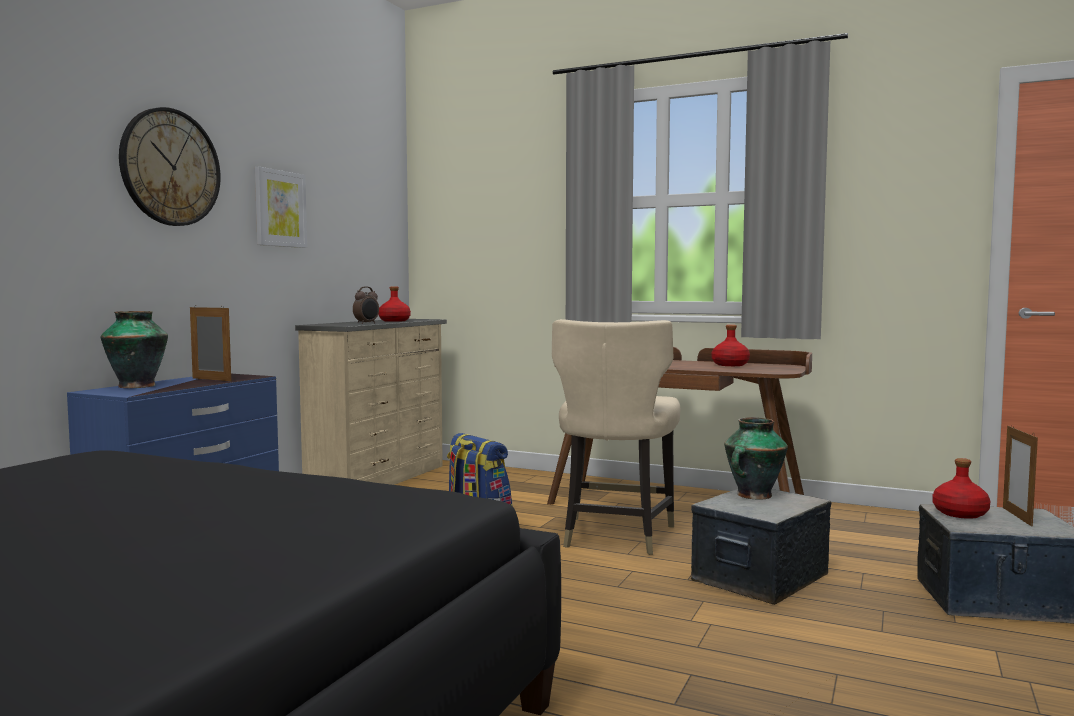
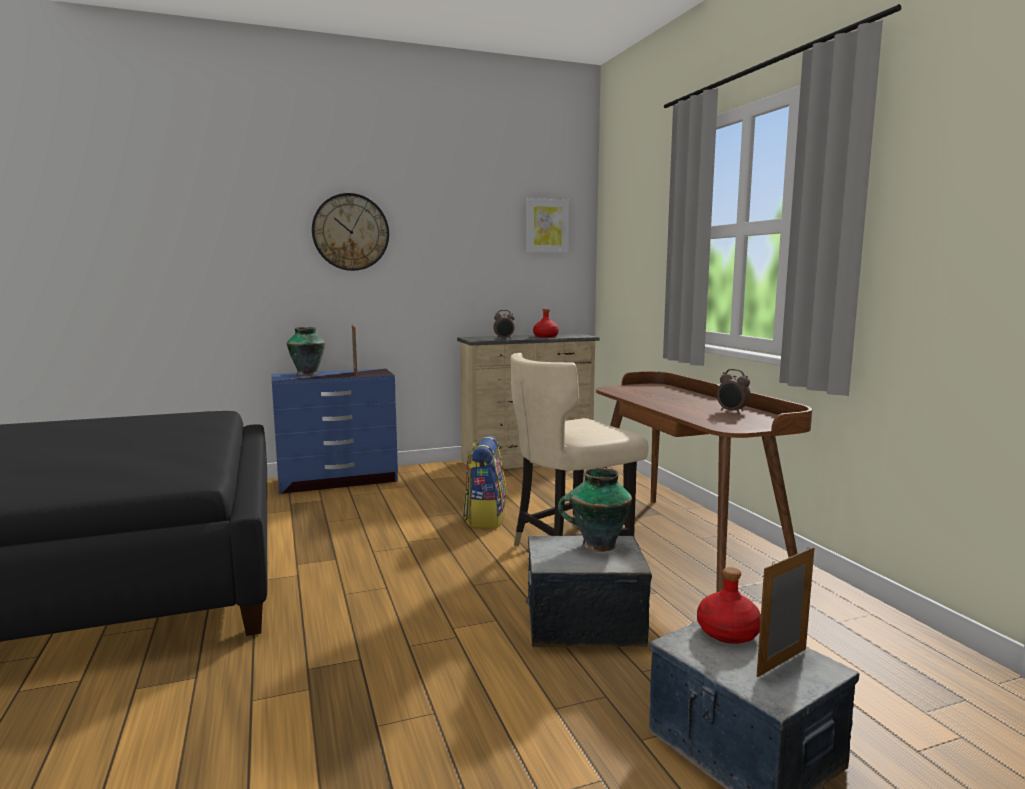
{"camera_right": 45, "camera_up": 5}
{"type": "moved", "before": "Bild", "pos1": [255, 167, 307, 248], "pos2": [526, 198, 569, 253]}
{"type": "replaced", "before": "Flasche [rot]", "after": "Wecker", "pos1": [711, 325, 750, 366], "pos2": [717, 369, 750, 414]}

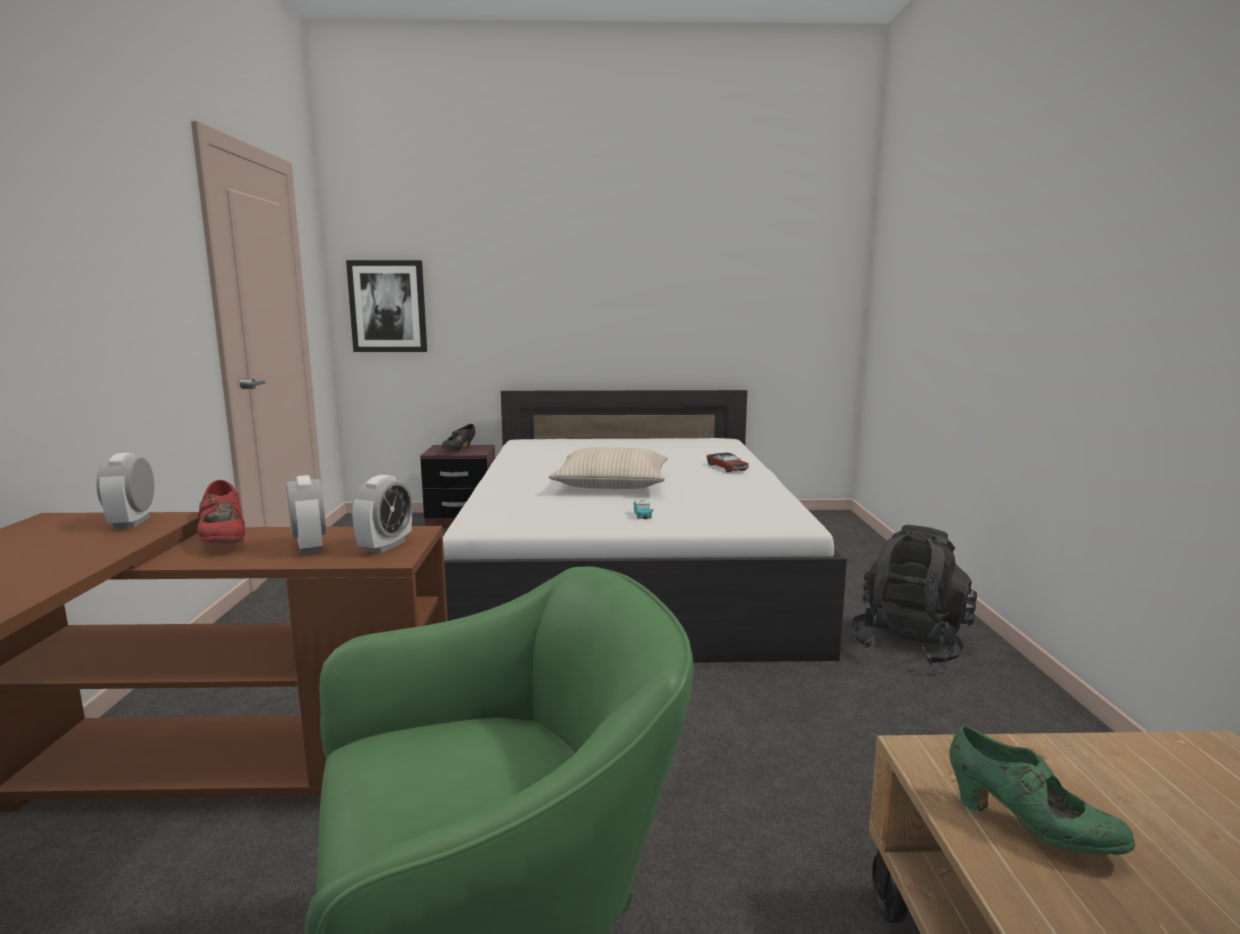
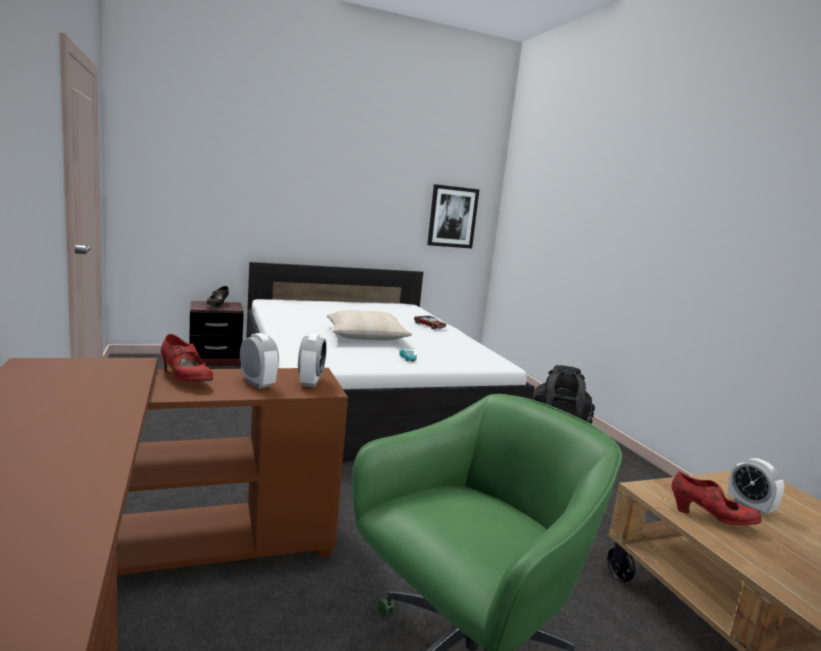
{"camera_right": -20, "camera_up": 0}
{"type": "moved", "before": "Wecker", "pos1": [96, 453, 154, 529], "pos2": [728, 458, 784, 515]}
{"type": "moved", "before": "Bild", "pos1": [346, 260, 427, 352], "pos2": [427, 184, 479, 248]}
{"type": "recoloured", "before": "Schuh [grün]", "after": "Schuh [rot]", "pos1": [949, 725, 1135, 855], "pos2": [671, 471, 762, 525]}

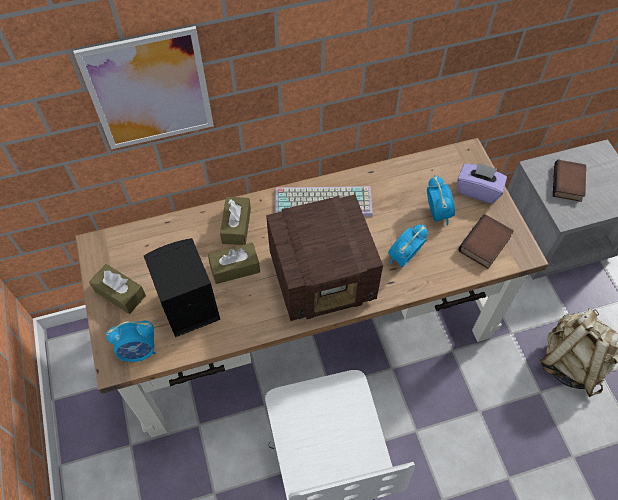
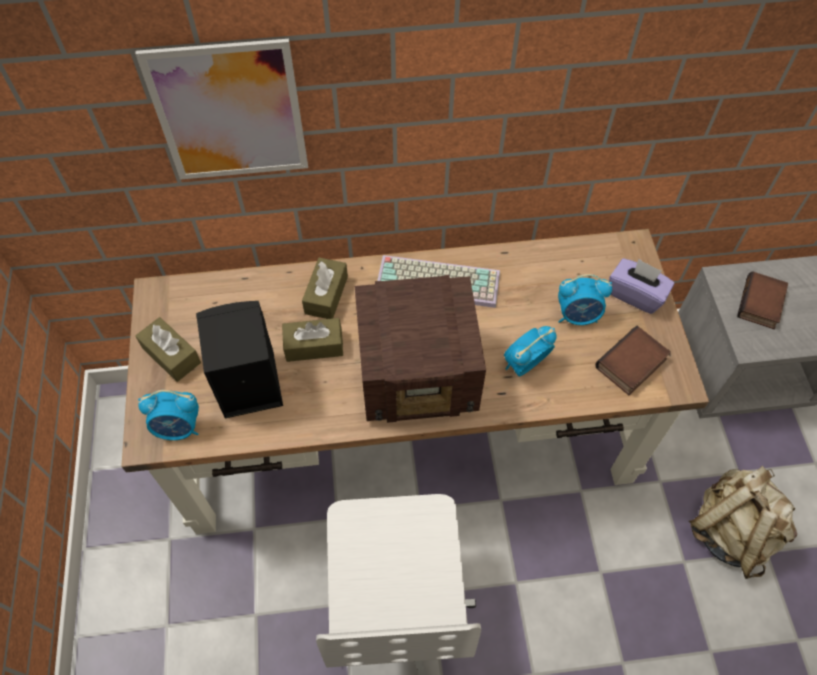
{"camera_right": 10, "camera_up": 0}
{"type": "turned", "before": "Wecker", "pos1": [427, 175, 455, 226], "pos2": [558, 274, 612, 325], "turn": 90}

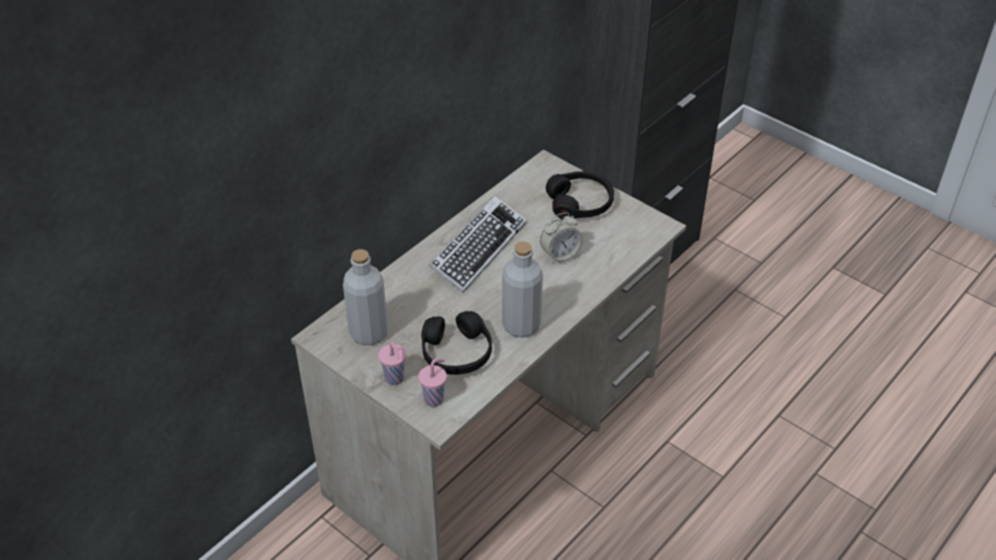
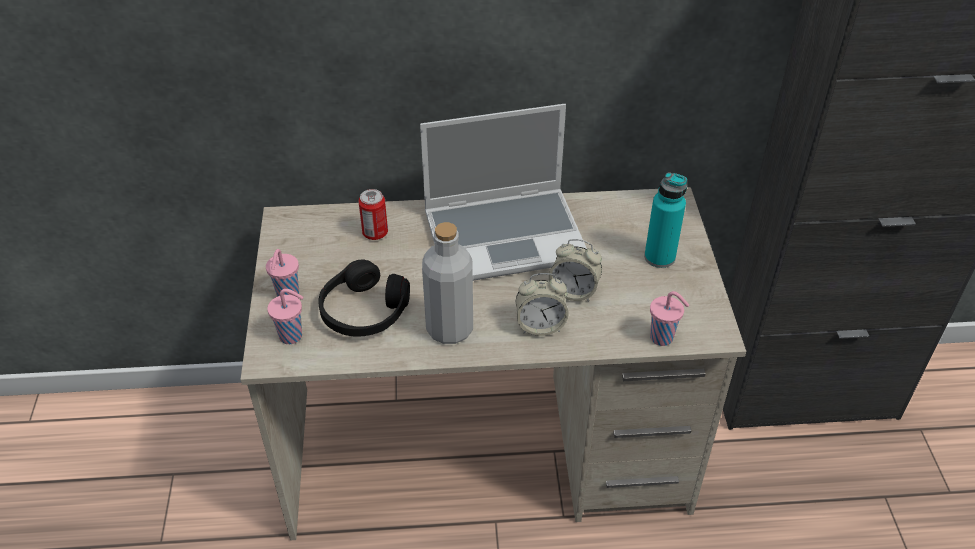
{"camera_right": 45, "camera_up": 0}
{"type": "removed", "before": "Flasche [grau]", "pos1": [343, 249, 388, 345]}
{"type": "added", "after": "Dose", "pos2": [358, 189, 388, 240]}
{"type": "added", "after": "Wecker", "pos2": [516, 273, 569, 336]}
{"type": "added", "after": "Tasse [rosa]", "pos2": [650, 291, 689, 346]}
{"type": "replaced", "before": "Tastatur", "after": "Laptop", "pos1": [429, 195, 527, 293], "pos2": [420, 104, 587, 281]}
{"type": "replaced", "before": "Kopfhörer [schwarz]", "after": "Flasche [türkis]", "pos1": [546, 171, 614, 219], "pos2": [644, 172, 687, 268]}

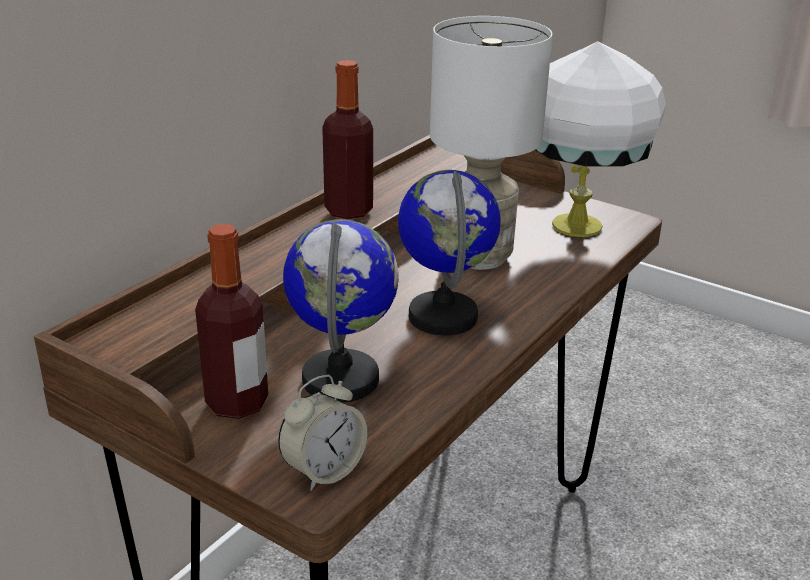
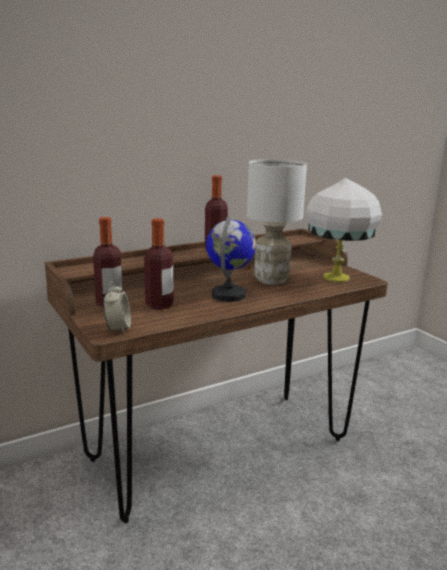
{"camera_right": 25, "camera_up": -10}
{"type": "replaced", "before": "Globus", "after": "Flasche", "pos1": [283, 219, 399, 403], "pos2": [144, 218, 173, 310]}
{"type": "turned", "before": "Wecker", "pos1": [278, 375, 367, 491], "pos2": [103, 282, 131, 334], "turn": -75}

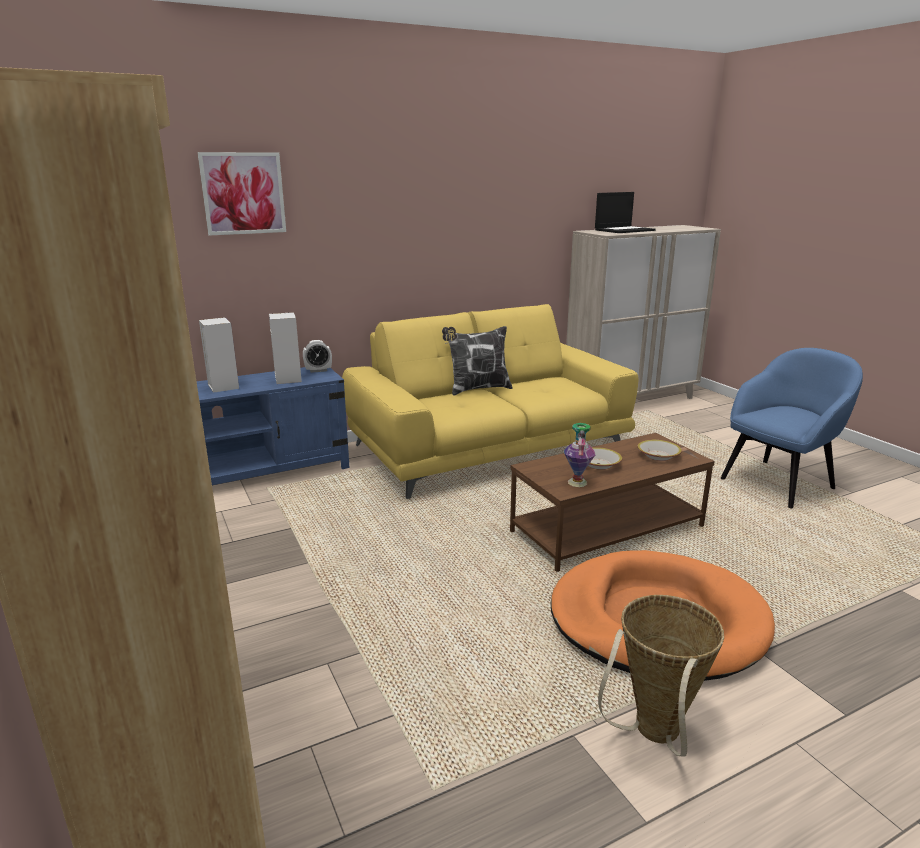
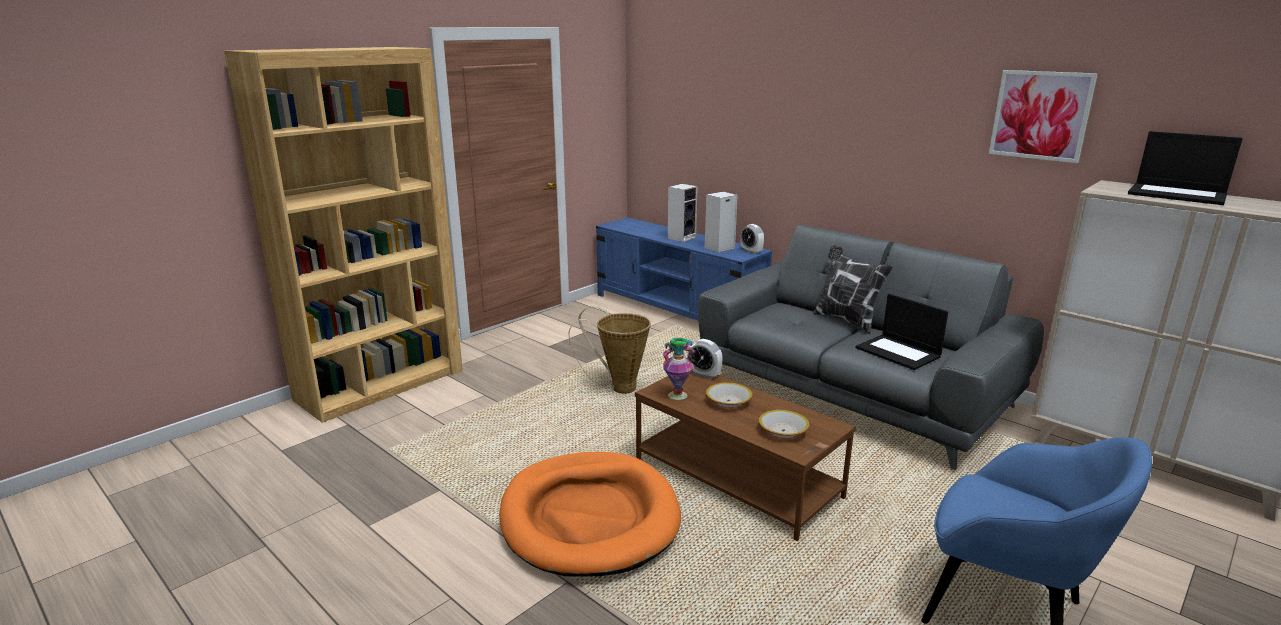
{"camera_right": 70, "camera_up": 0}
{"type": "added", "after": "Wecker", "pos2": [687, 339, 723, 379]}
{"type": "added", "after": "Laptop", "pos2": [855, 293, 949, 370]}
{"type": "moved", "before": "Bild", "pos1": [197, 152, 286, 236], "pos2": [989, 70, 1098, 163]}
{"type": "moved", "before": "Korb", "pos1": [598, 595, 724, 757], "pos2": [569, 306, 651, 394]}
{"type": "recoloured", "before": "Sofa [gelb]", "after": "Sofa [grau]", "pos1": [342, 304, 639, 499], "pos2": [698, 224, 1044, 470]}

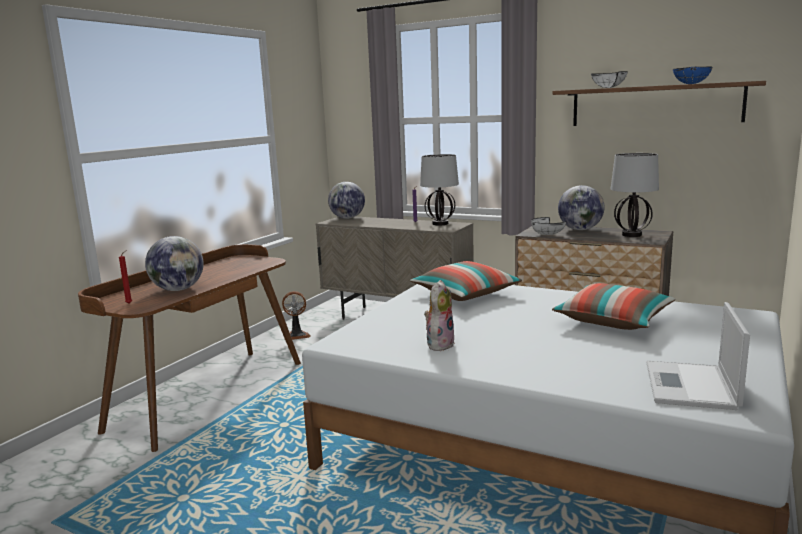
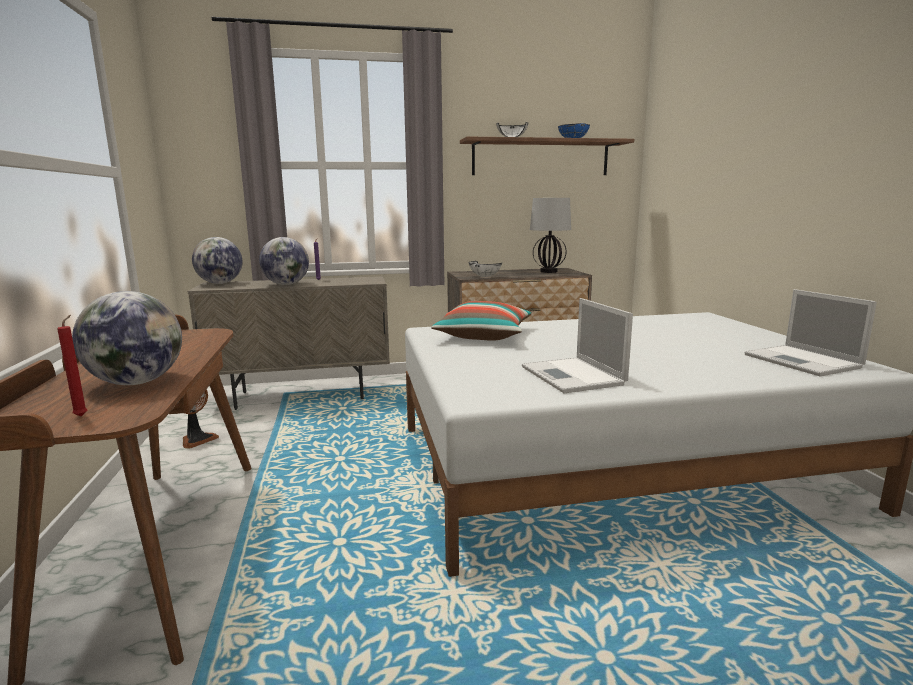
{"camera_right": -40, "camera_up": 0}
{"type": "removed", "before": "Tischlampe", "pos1": [420, 154, 459, 225]}
{"type": "removed", "before": "Kissen", "pos1": [552, 283, 676, 330]}
{"type": "moved", "before": "Globus", "pos1": [558, 185, 605, 230], "pos2": [259, 237, 309, 285]}
{"type": "replaced", "before": "Plüschtier", "after": "Laptop", "pos1": [424, 280, 455, 351], "pos2": [522, 298, 633, 393]}

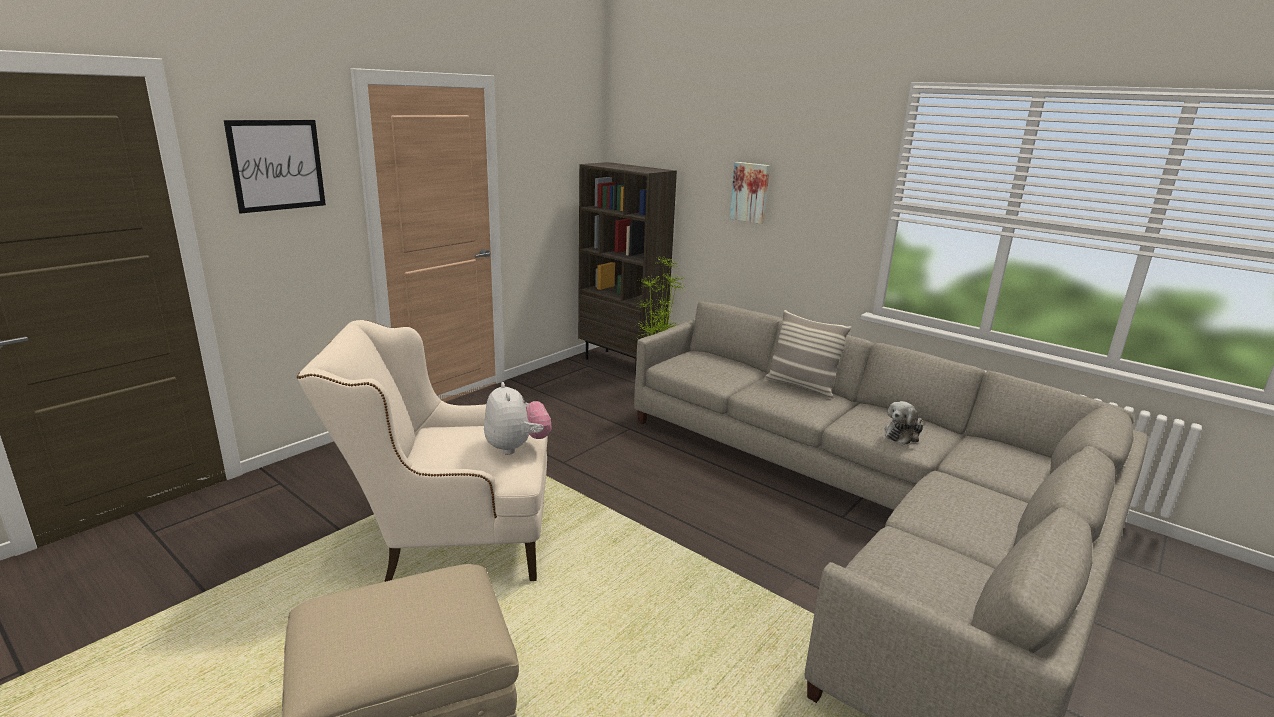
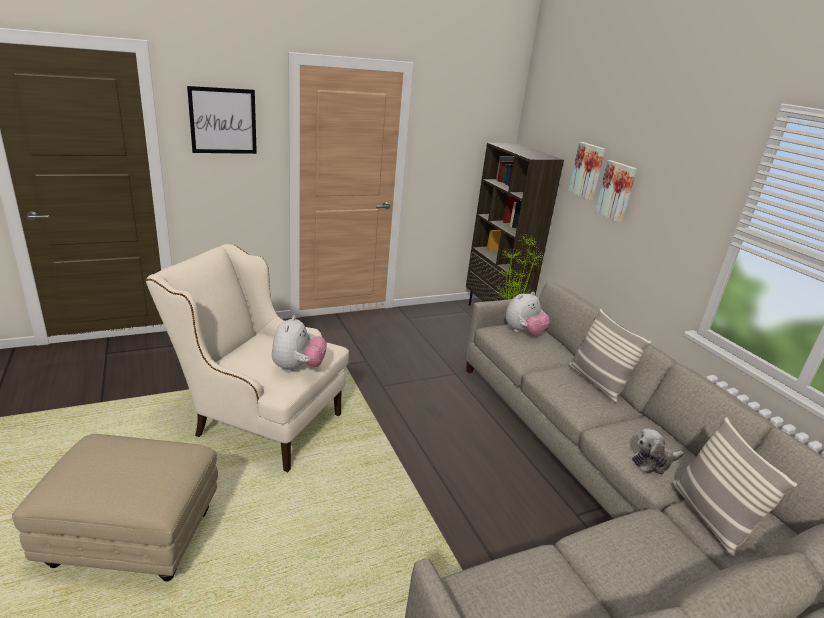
{"camera_right": 25, "camera_up": 5}
{"type": "added", "after": "Plüschtier", "pos2": [505, 292, 550, 336]}
{"type": "added", "after": "Bild", "pos2": [569, 142, 605, 200]}
{"type": "added", "after": "Kissen", "pos2": [671, 417, 798, 557]}

